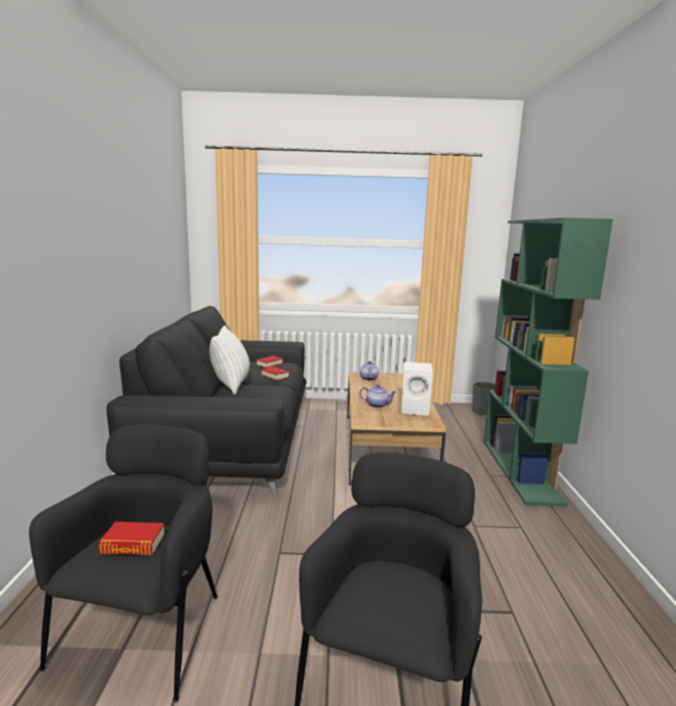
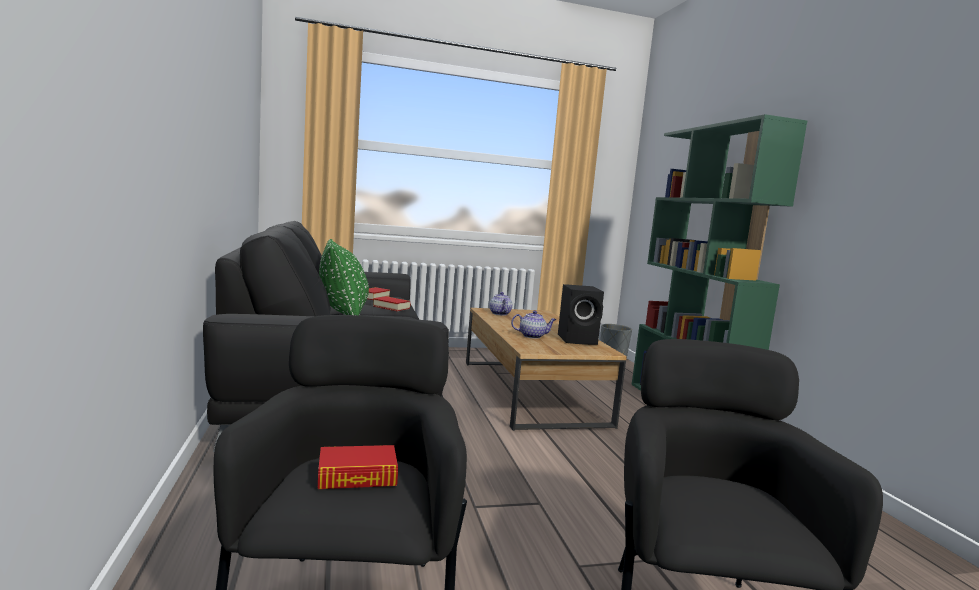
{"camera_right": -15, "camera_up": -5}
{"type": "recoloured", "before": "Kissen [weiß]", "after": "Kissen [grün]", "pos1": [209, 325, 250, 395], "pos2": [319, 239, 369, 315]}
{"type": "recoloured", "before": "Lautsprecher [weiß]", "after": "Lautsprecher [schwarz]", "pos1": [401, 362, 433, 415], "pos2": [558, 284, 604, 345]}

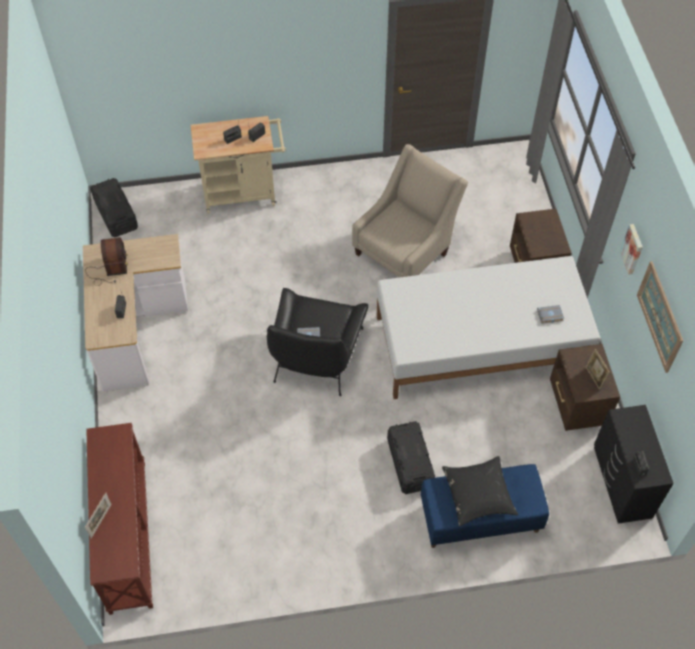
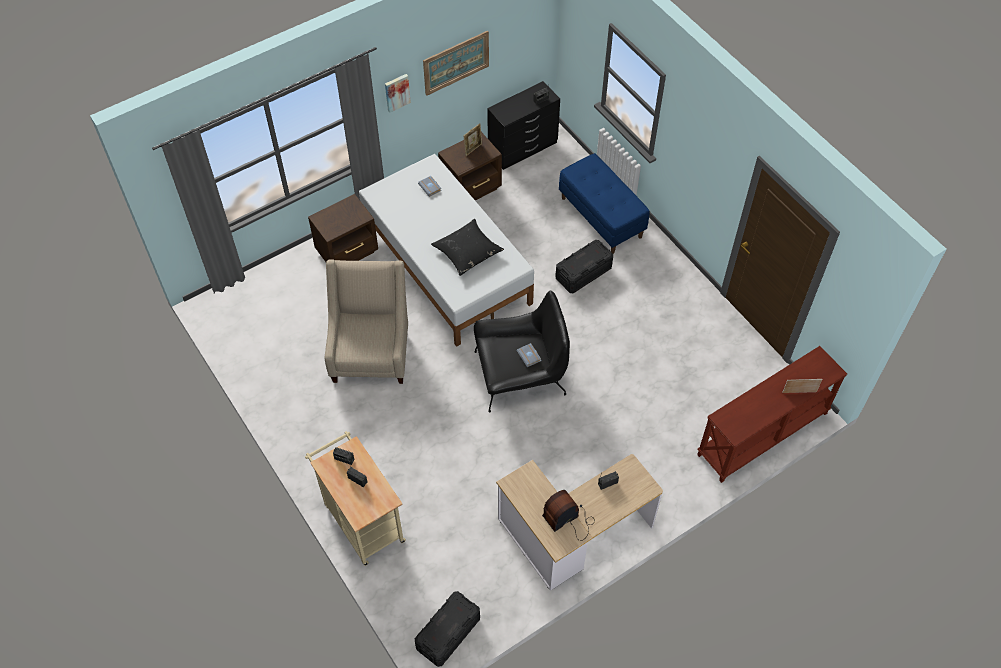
{"camera_right": -115, "camera_up": 0}
{"type": "moved", "before": "Kissen [schwarz]", "pos1": [442, 456, 518, 526], "pos2": [431, 219, 504, 276]}
{"type": "turned", "before": "Sessel [beige]", "pos1": [352, 144, 468, 278], "pos2": [325, 260, 408, 384], "turn": 75}

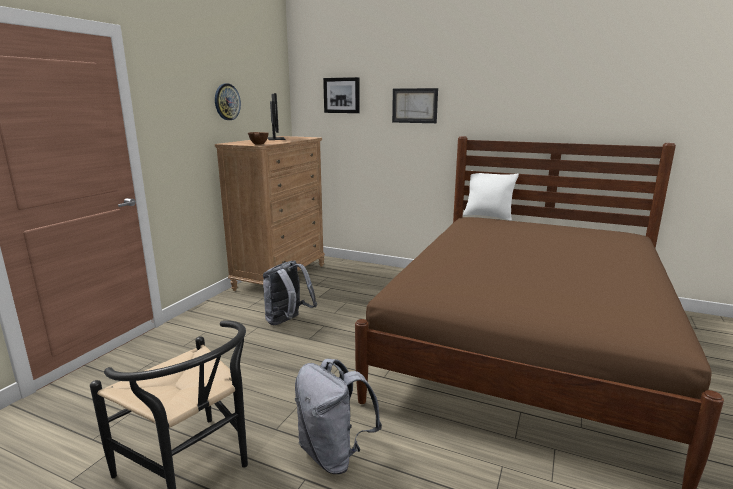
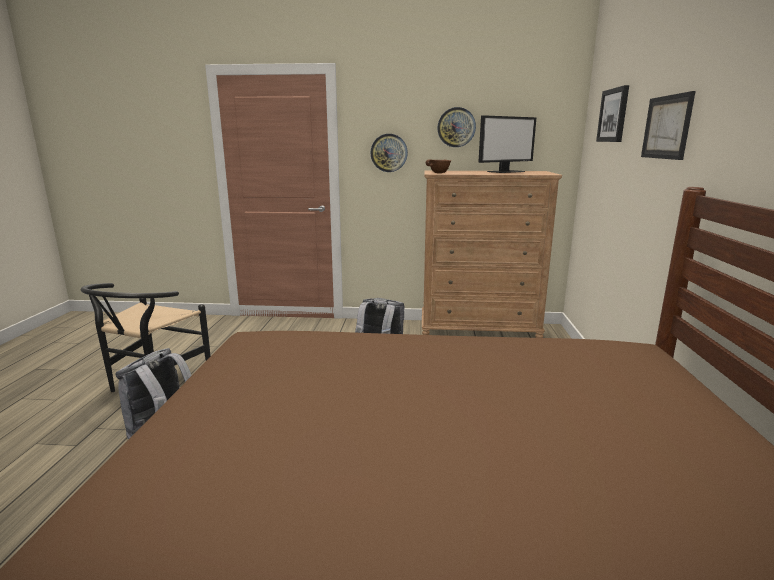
{"camera_right": 70, "camera_up": 0}
{"type": "removed", "before": "Kissen [weiß]", "pos1": [463, 170, 519, 221]}
{"type": "added", "after": "Wanduhr", "pos2": [371, 134, 408, 172]}

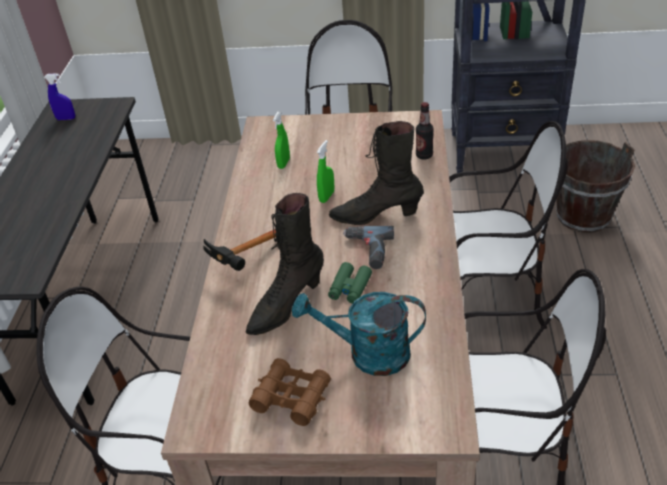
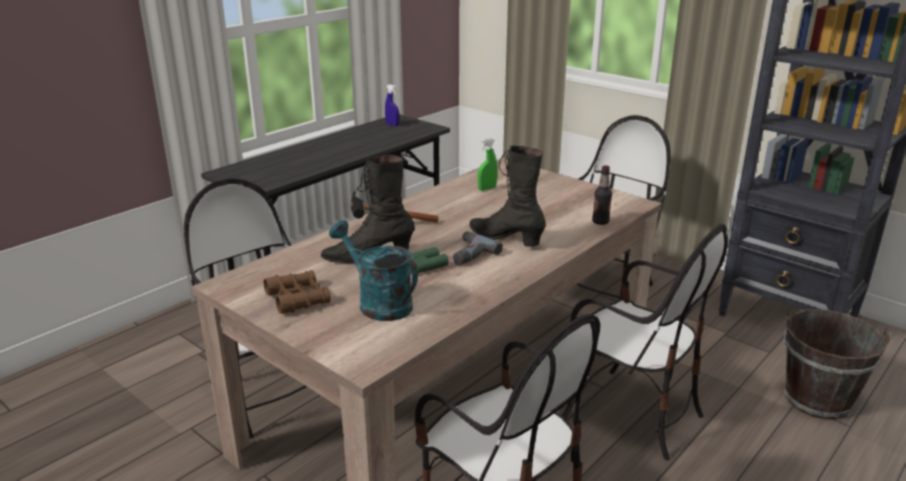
{"camera_right": 35, "camera_up": -15}
{"type": "removed", "before": "Sprühflasche [grün]", "pos1": [317, 140, 334, 203]}

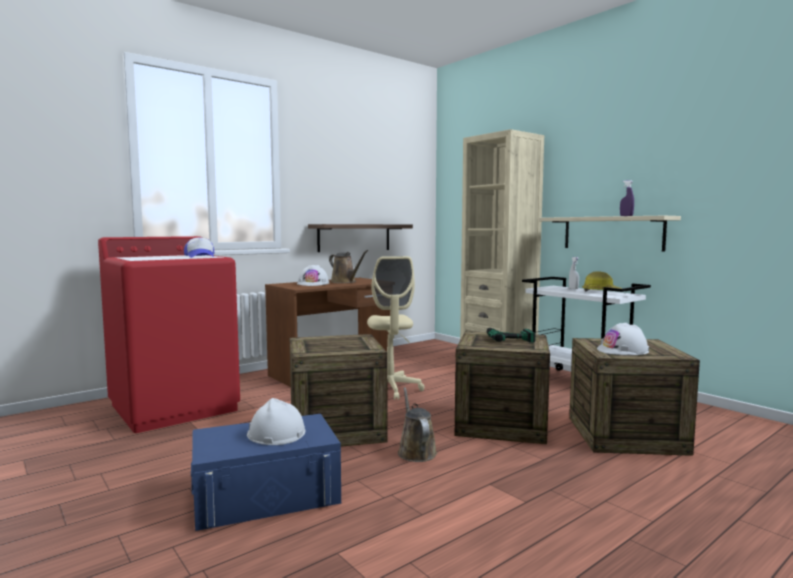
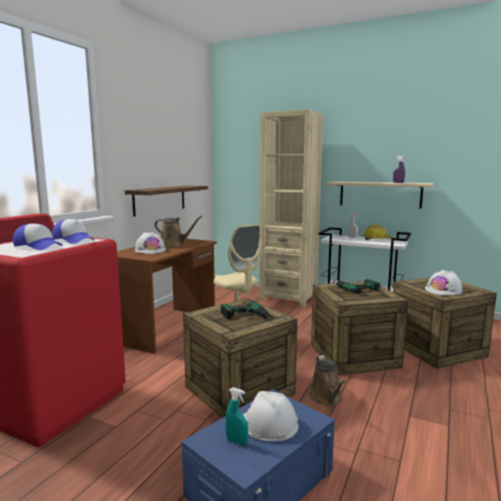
{"camera_right": -25, "camera_up": 5}
{"type": "added", "after": "Kappe", "pos2": [13, 223, 63, 250]}
{"type": "added", "after": "Bohrmaschine", "pos2": [221, 301, 271, 319]}
{"type": "added", "after": "Sprühflasche [türkis]", "pos2": [225, 387, 248, 446]}
{"type": "turned", "before": "Gießkanne [braun]", "pos1": [398, 387, 437, 462], "pos2": [309, 355, 345, 406], "turn": -150}

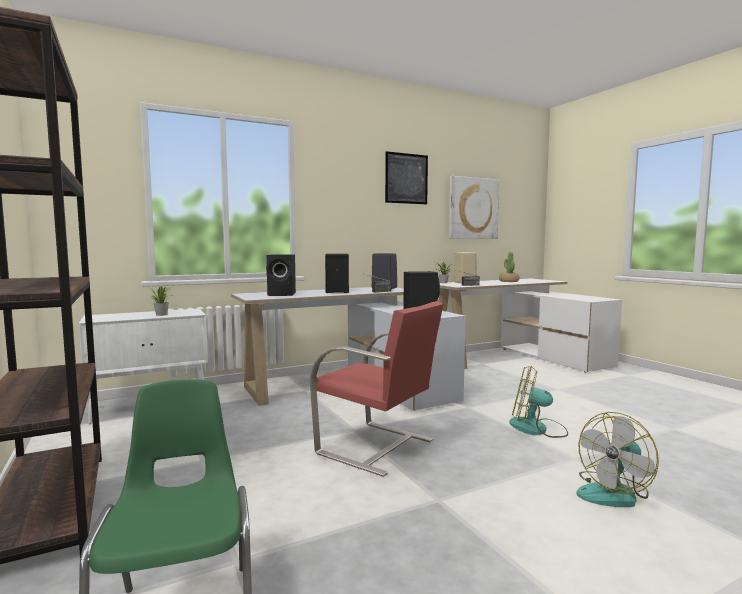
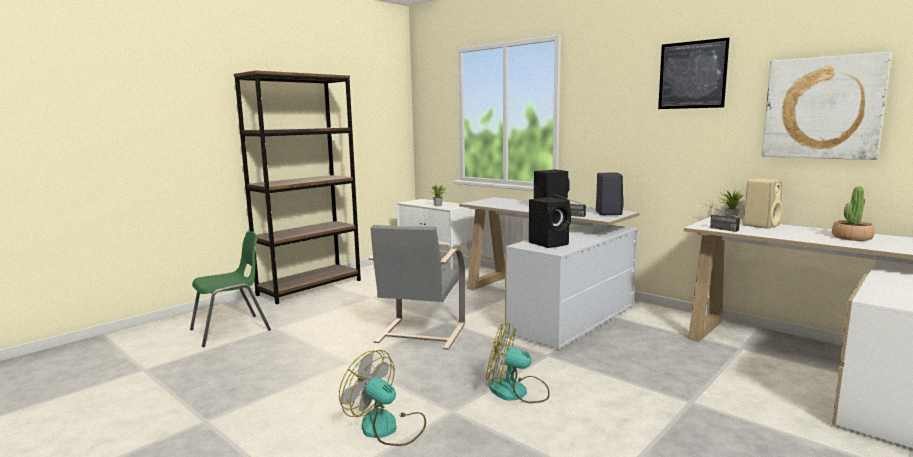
{"camera_right": 70, "camera_up": 5}
{"type": "removed", "before": "Lautsprecher [schwarz]", "pos1": [266, 255, 296, 296]}
{"type": "recoloured", "before": "Stuhl [rot]", "after": "Stuhl [grau]", "pos1": [310, 301, 444, 477], "pos2": [368, 225, 465, 350]}
{"type": "turned", "before": "Ventilator", "pos1": [509, 366, 568, 438], "pos2": [486, 323, 550, 403], "turn": -75}

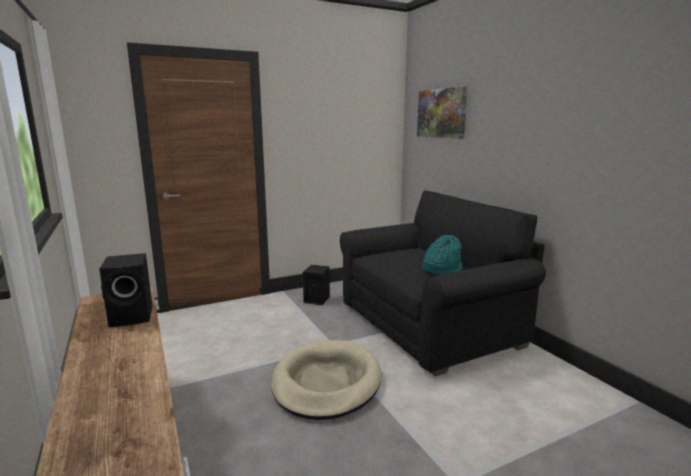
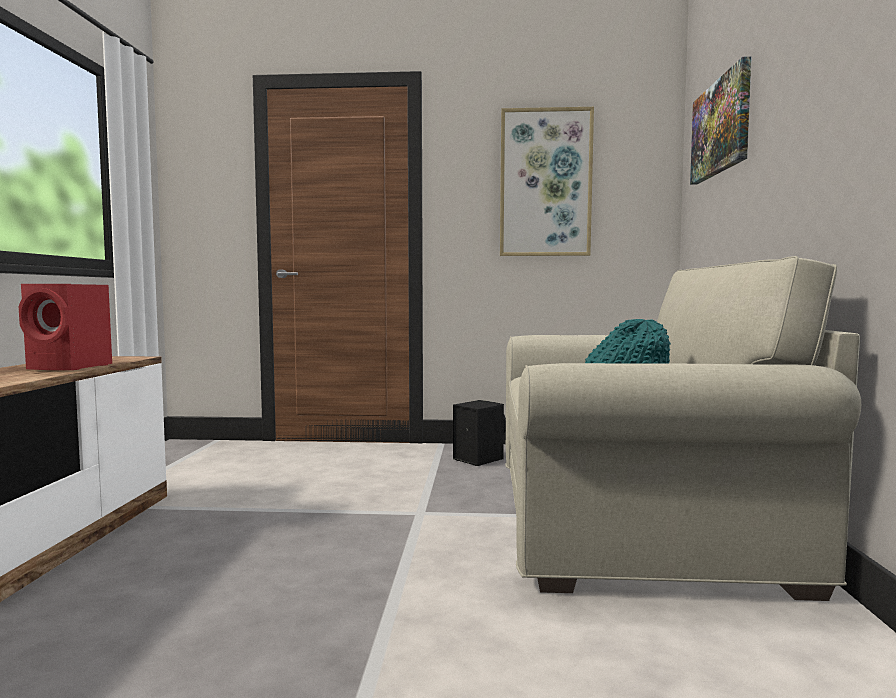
{"camera_right": 30, "camera_up": -10}
{"type": "removed", "before": "Hundebett [beige]", "pos1": [271, 340, 382, 420]}
{"type": "added", "after": "Bild", "pos2": [500, 107, 594, 256]}
{"type": "recoloured", "before": "Lautsprecher [schwarz]", "after": "Lautsprecher [rot]", "pos1": [99, 253, 153, 327], "pos2": [19, 284, 112, 370]}
{"type": "recoloured", "before": "Sofa [schwarz]", "after": "Sofa [beige]", "pos1": [340, 190, 546, 376], "pos2": [505, 256, 861, 601]}

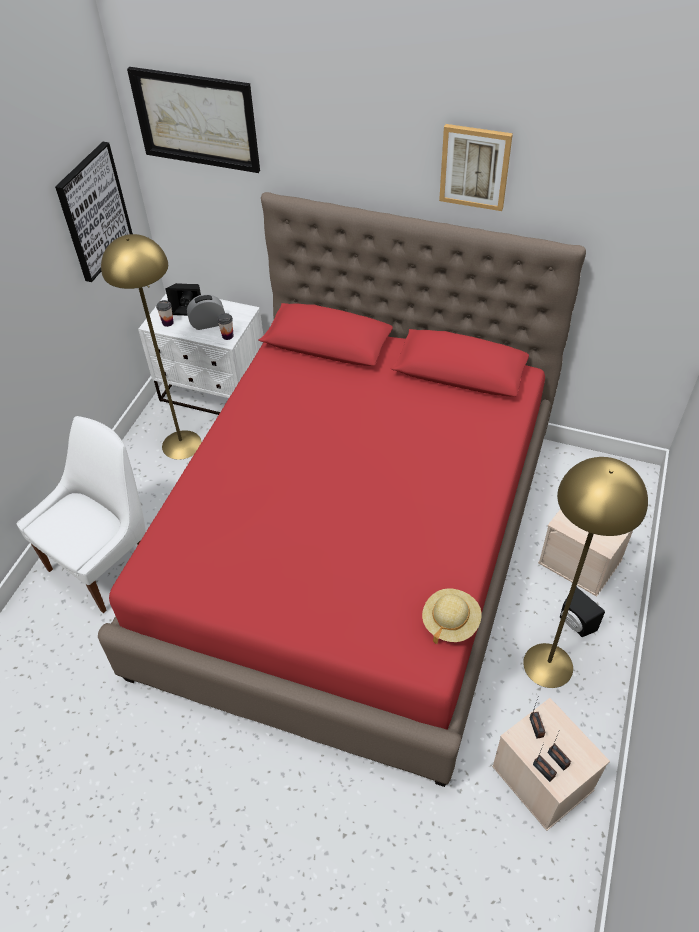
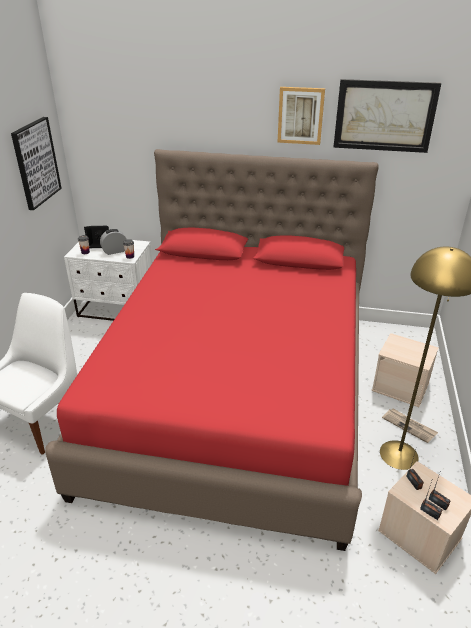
{"camera_right": -10, "camera_up": -15}
{"type": "removed", "before": "Stehlampe [gelb]", "pos1": [101, 234, 202, 460]}
{"type": "removed", "before": "Hut [beige]", "pos1": [422, 588, 482, 644]}
{"type": "moved", "before": "Bild", "pos1": [127, 67, 260, 173], "pos2": [333, 79, 441, 153]}
{"type": "replaced", "before": "Lautsprecher [schwarz]", "after": "Zeitung", "pos1": [560, 587, 605, 637], "pos2": [382, 408, 438, 443]}

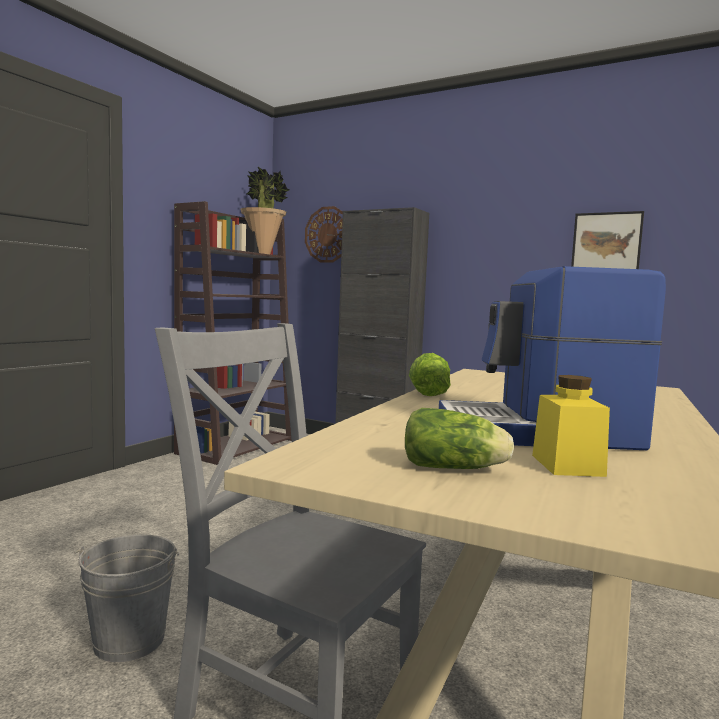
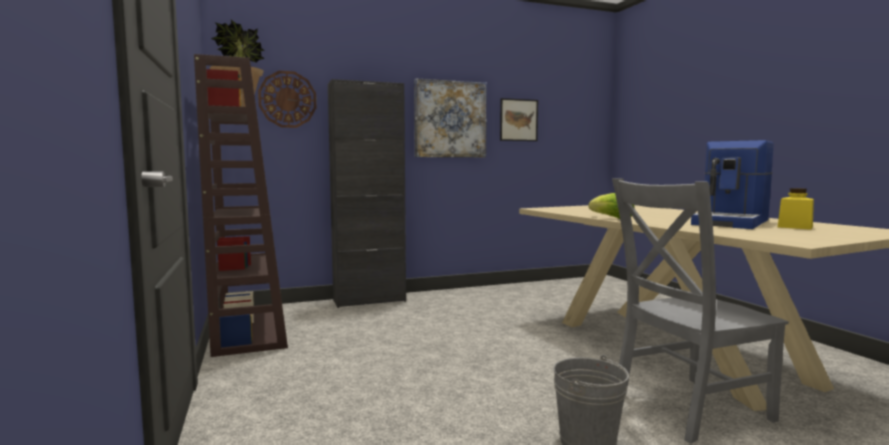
{"camera_right": -50, "camera_up": 0}
{"type": "removed", "before": "Salatkopf", "pos1": [405, 408, 514, 469]}
{"type": "added", "after": "Bild", "pos2": [414, 78, 487, 157]}

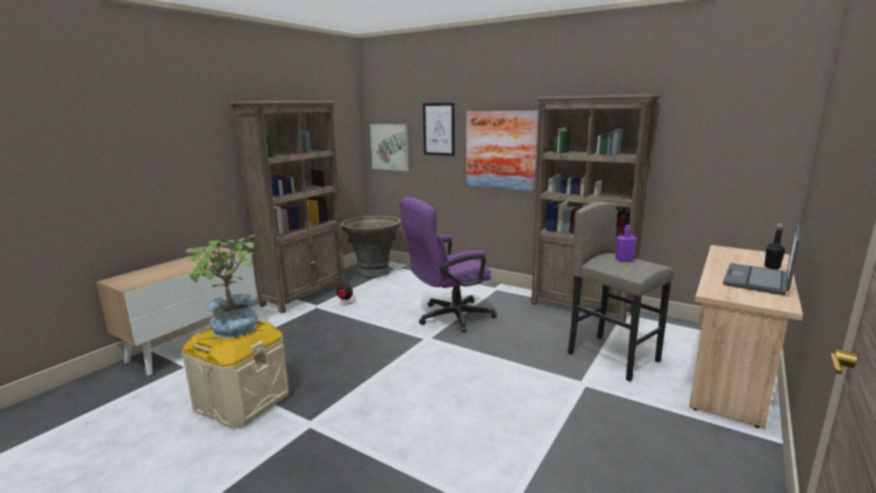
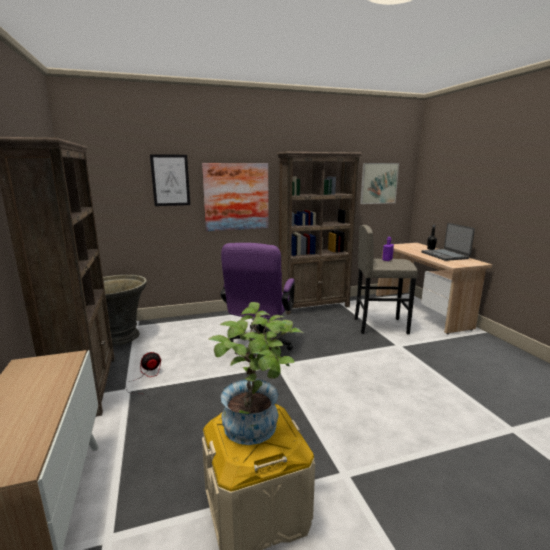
{"camera_right": -50, "camera_up": 0}
{"type": "moved", "before": "Bild", "pos1": [370, 124, 409, 171], "pos2": [360, 163, 399, 204]}

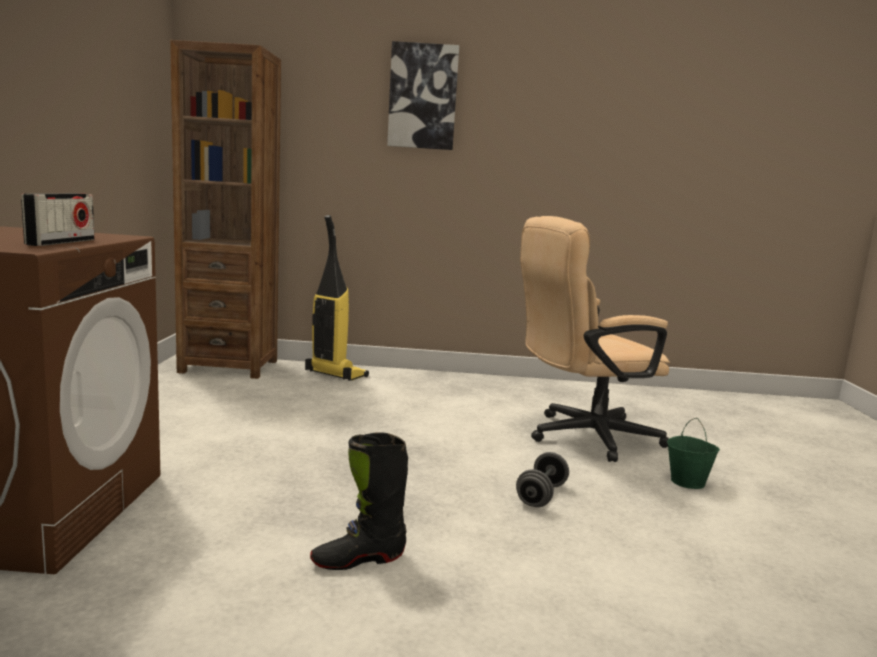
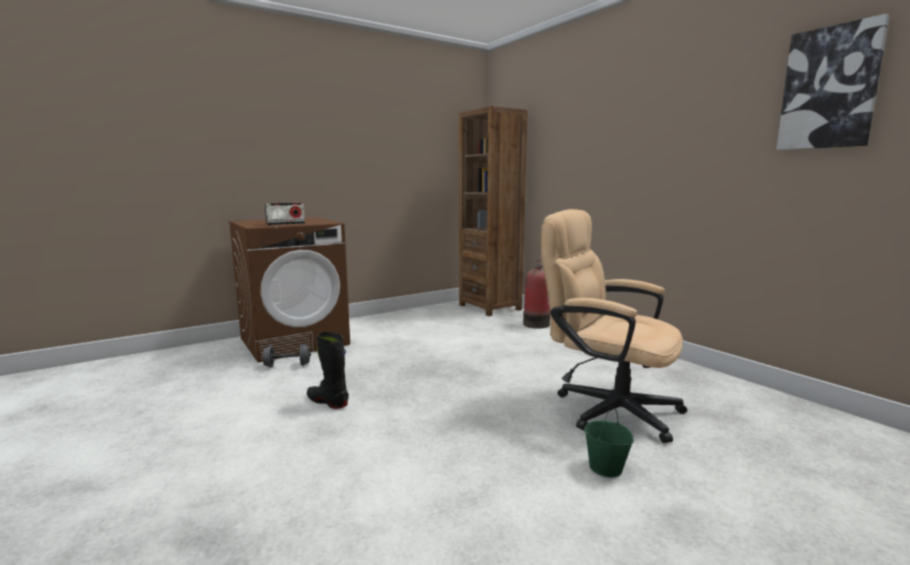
{"camera_right": 55, "camera_up": 0}
{"type": "moved", "before": "Bild", "pos1": [387, 41, 459, 150], "pos2": [776, 14, 890, 150]}
{"type": "moved", "before": "Hantel [grau]", "pos1": [516, 452, 569, 507], "pos2": [262, 344, 311, 368]}
{"type": "replaced", "before": "Staubsauger", "after": "Feuerlöscher", "pos1": [305, 215, 369, 381], "pos2": [523, 260, 550, 329]}

